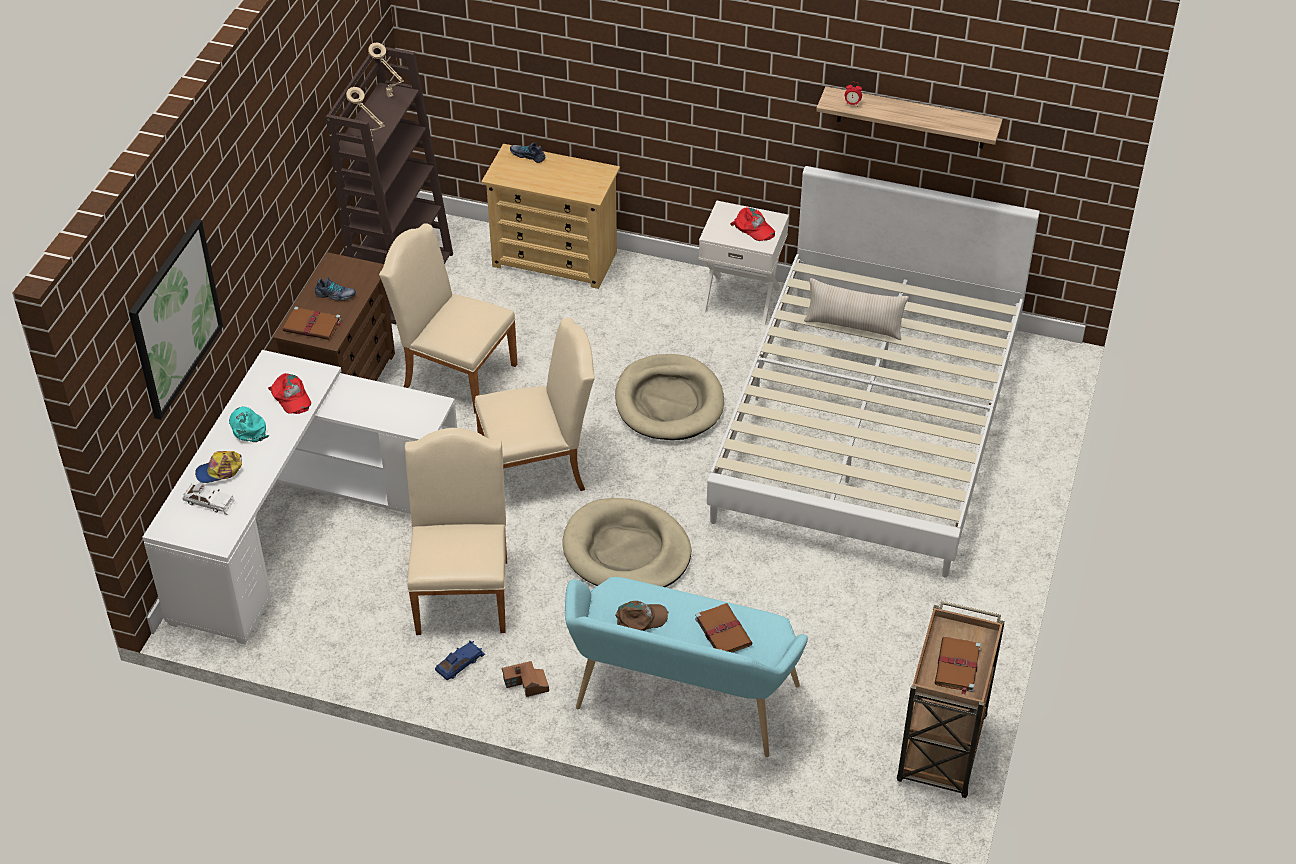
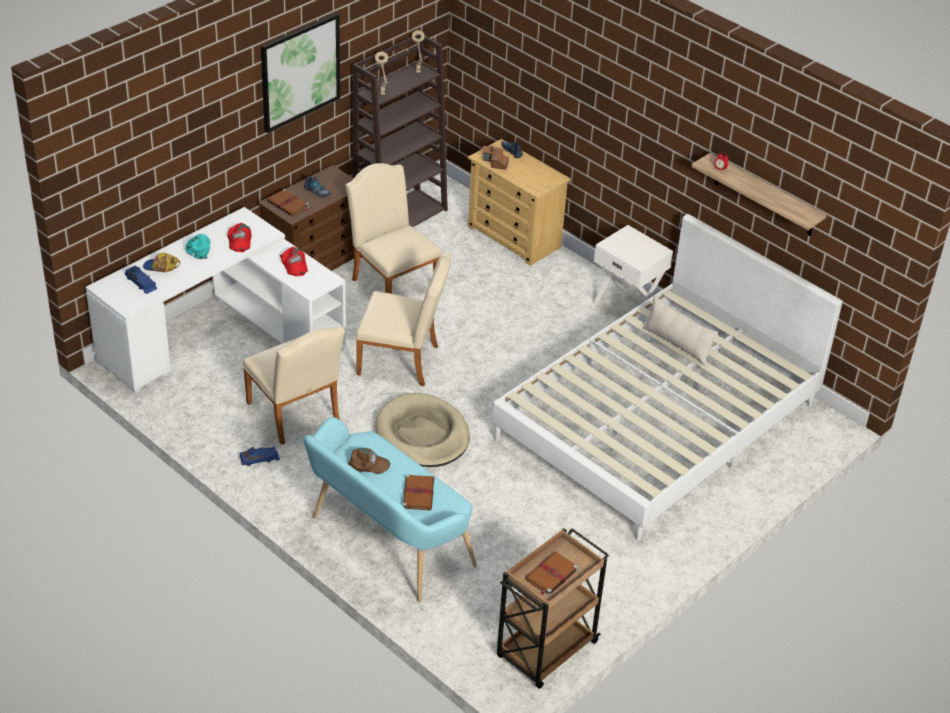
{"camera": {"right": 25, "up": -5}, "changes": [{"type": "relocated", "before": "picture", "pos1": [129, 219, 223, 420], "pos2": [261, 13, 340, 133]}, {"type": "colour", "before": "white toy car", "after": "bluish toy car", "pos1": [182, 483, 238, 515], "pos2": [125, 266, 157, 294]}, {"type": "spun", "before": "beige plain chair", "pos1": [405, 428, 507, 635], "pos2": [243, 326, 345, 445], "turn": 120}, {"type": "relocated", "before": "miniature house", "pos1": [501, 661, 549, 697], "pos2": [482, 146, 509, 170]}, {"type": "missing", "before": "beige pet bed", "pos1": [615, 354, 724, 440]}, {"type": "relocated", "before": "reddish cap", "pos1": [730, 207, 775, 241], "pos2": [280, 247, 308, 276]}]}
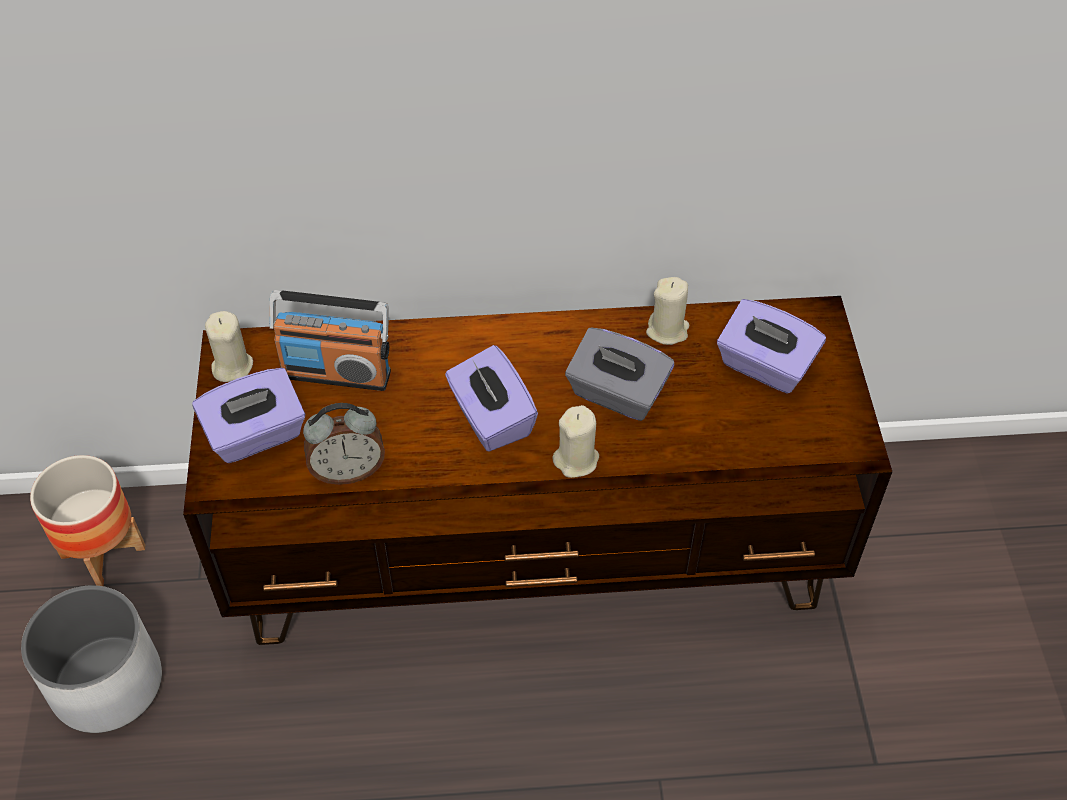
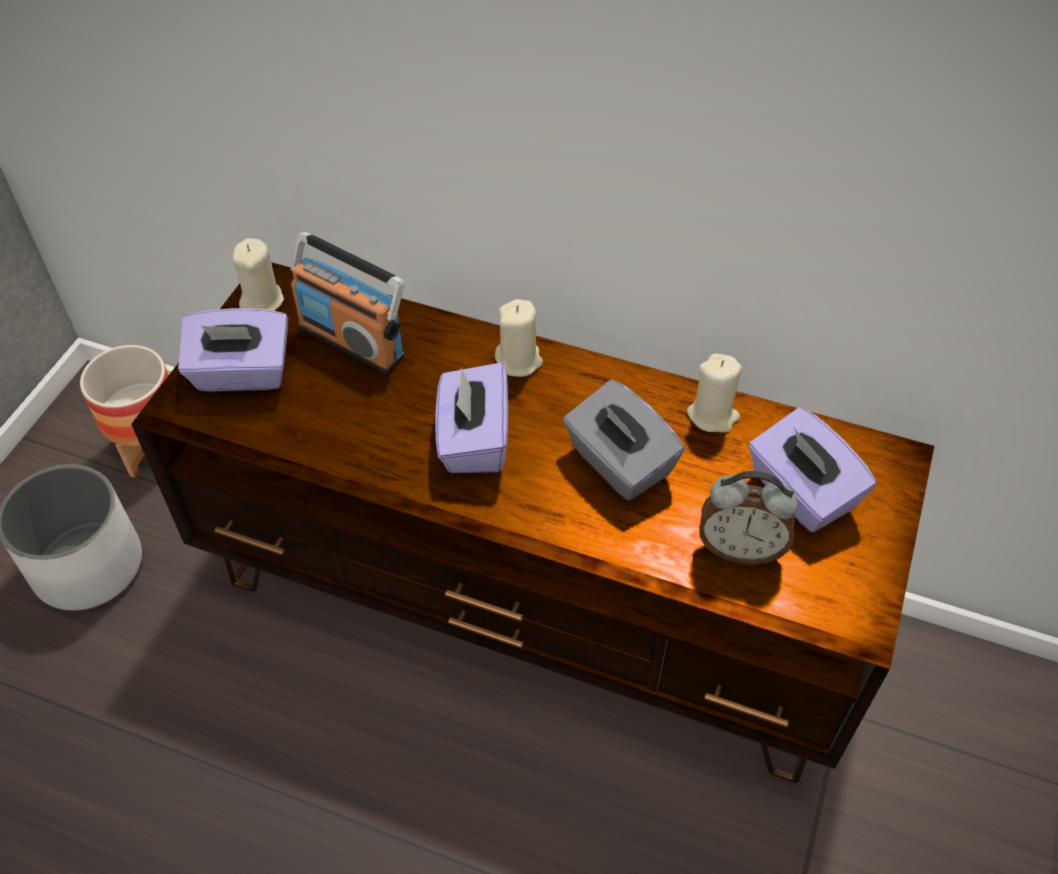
{"camera": {"right": 25, "up": 0}, "changes": [{"type": "relocated", "before": "table clock", "pos1": [303, 403, 385, 485], "pos2": [699, 471, 798, 565]}, {"type": "relocated", "before": "beige candle", "pos1": [552, 405, 599, 478], "pos2": [495, 299, 543, 377]}]}
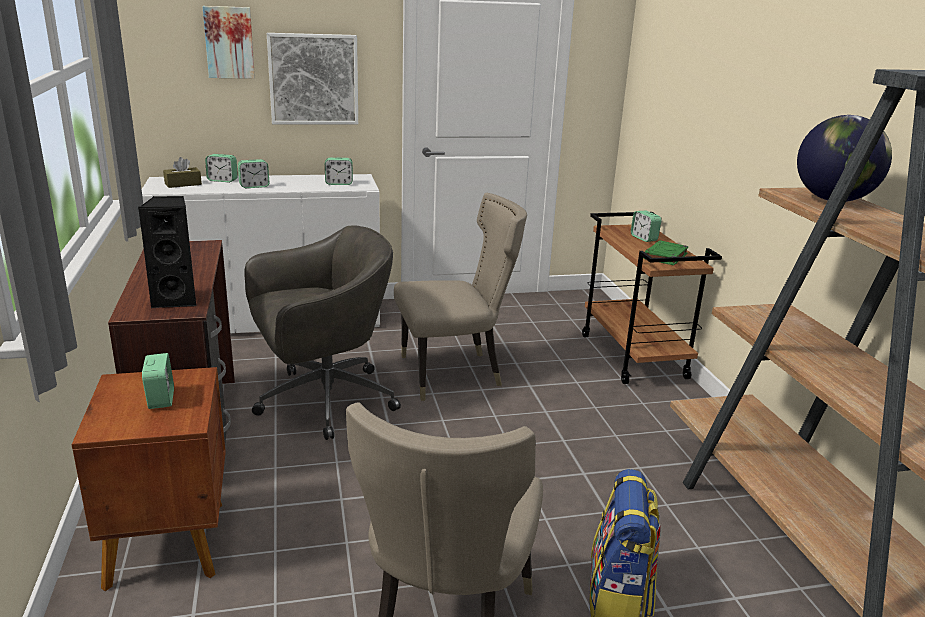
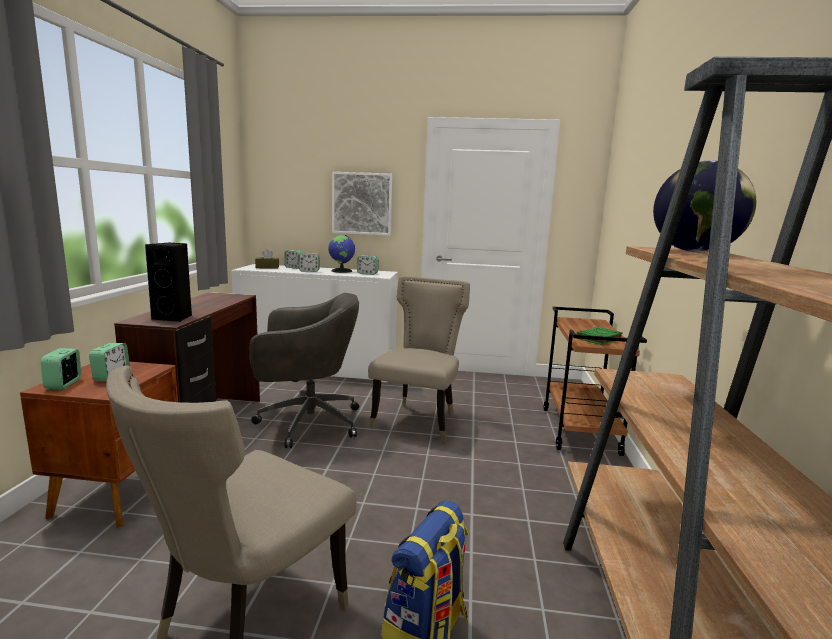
{"camera": {"right": 20, "up": -10}, "changes": [{"type": "missing", "before": "picture", "pos1": [202, 6, 255, 79]}, {"type": "spun", "before": "beige plain chair", "pos1": [394, 193, 527, 401], "pos2": [368, 276, 470, 443], "turn": -75}, {"type": "relocated", "before": "table clock", "pos1": [631, 211, 661, 242], "pos2": [41, 348, 81, 389]}, {"type": "appeared", "after": "globe", "pos2": [328, 235, 355, 273]}]}
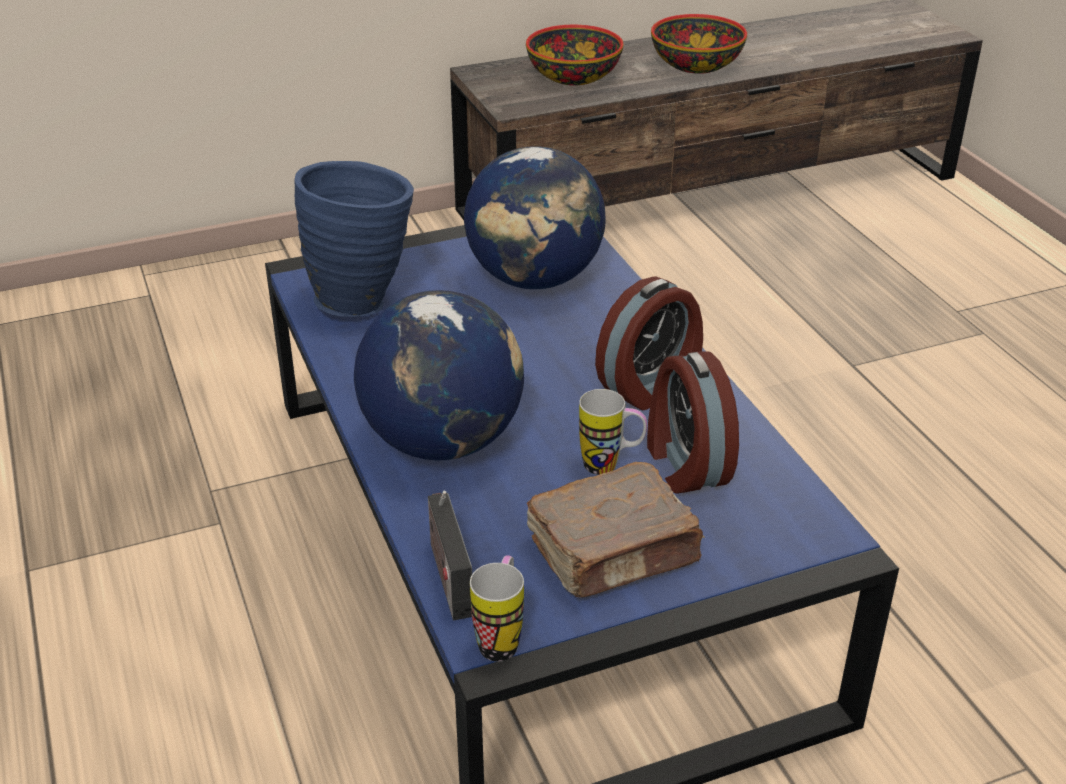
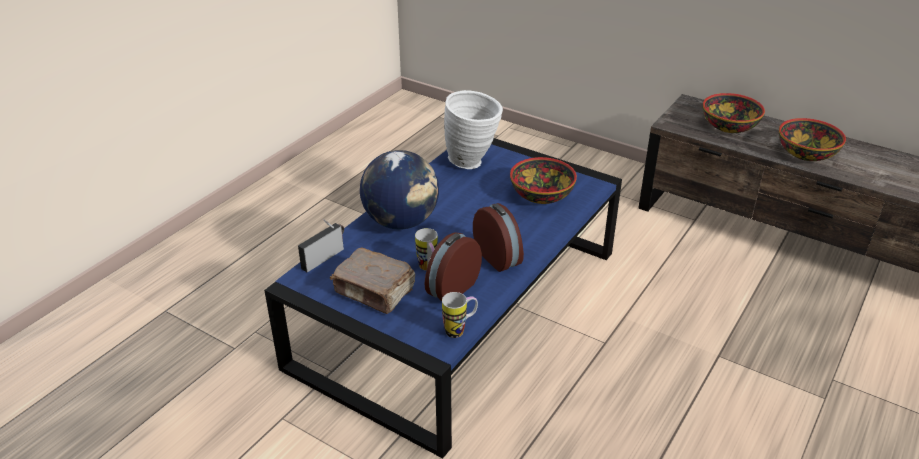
{"camera": {"right": 55, "up": 0}, "changes": [{"type": "colour", "before": "bluish vase", "after": "white vase", "pos1": [294, 161, 414, 317], "pos2": [444, 90, 503, 169]}, {"type": "exchanged", "before": "globe", "after": "serving bowl", "pos1": [464, 146, 606, 289], "pos2": [510, 157, 577, 204]}, {"type": "relocated", "before": "mug", "pos1": [470, 555, 524, 662], "pos2": [442, 292, 478, 338]}, {"type": "spun", "before": "table clock", "pos1": [595, 276, 703, 410], "pos2": [473, 203, 524, 272], "turn": -135}]}
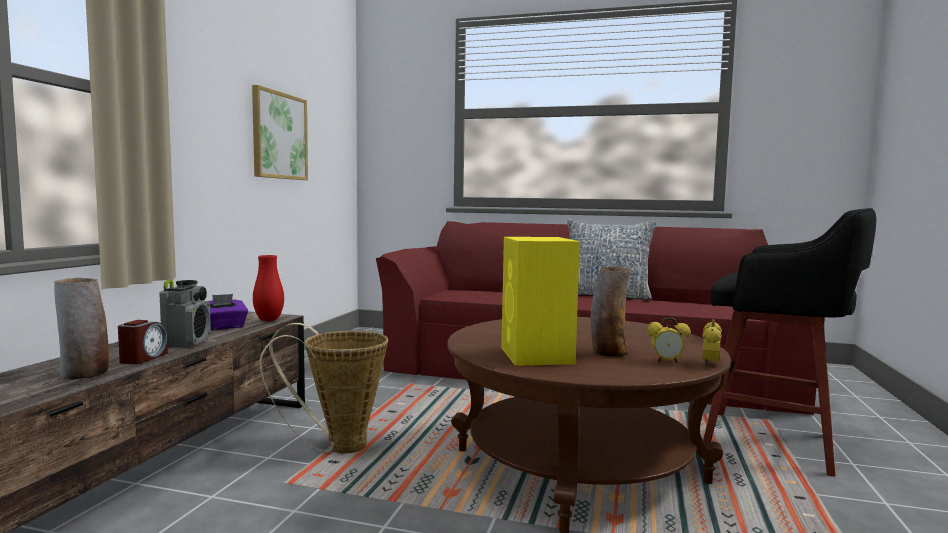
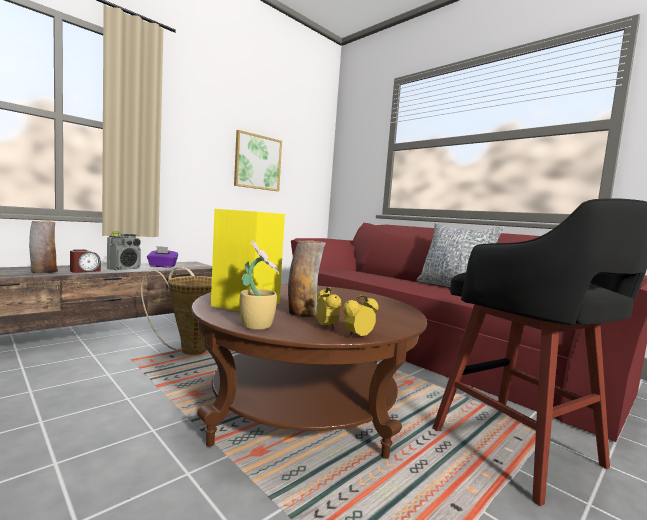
{"camera": {"right": 30, "up": 0}, "changes": [{"type": "missing", "before": "reddish vase", "pos1": [253, 255, 284, 321]}, {"type": "spun", "before": "table clock", "pos1": [647, 318, 691, 363], "pos2": [316, 287, 341, 330], "turn": -150}, {"type": "appeared", "after": "potted plant", "pos2": [239, 240, 279, 330]}]}
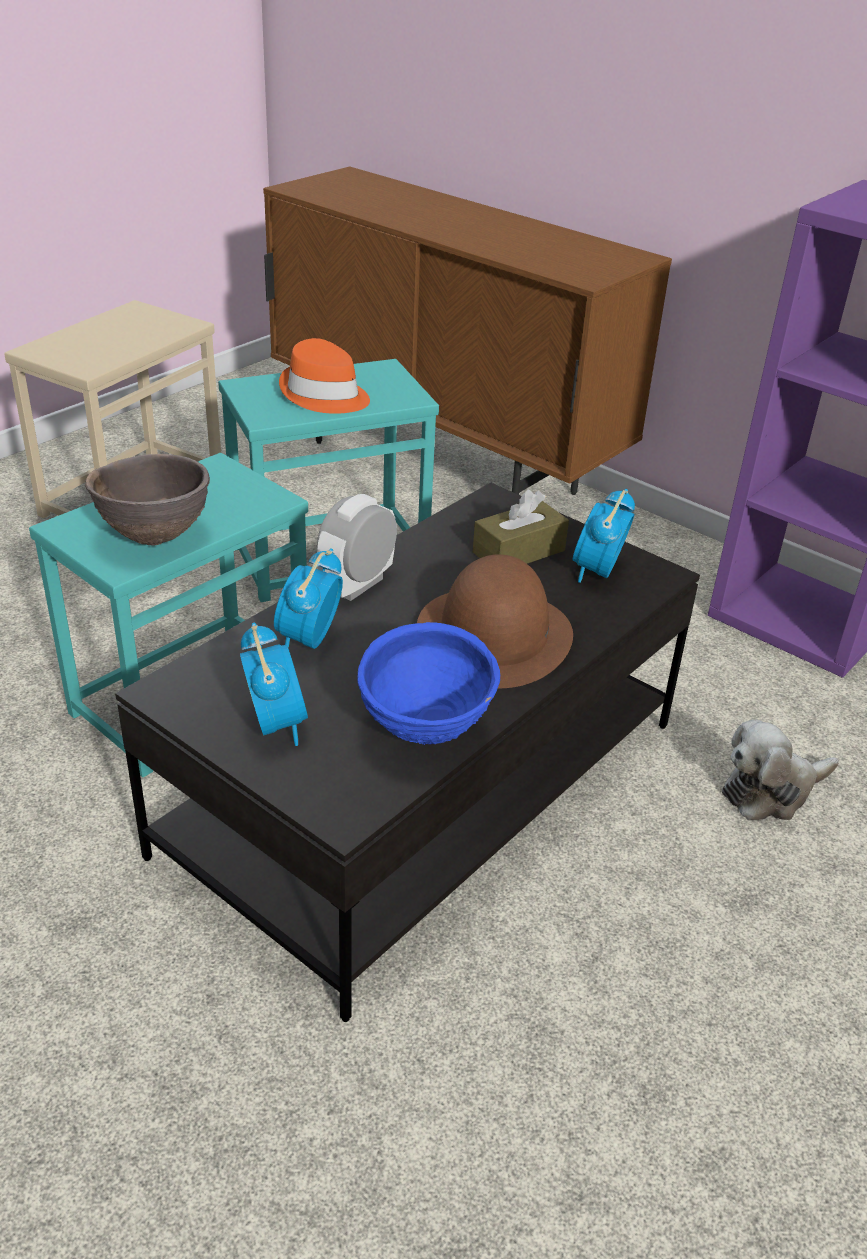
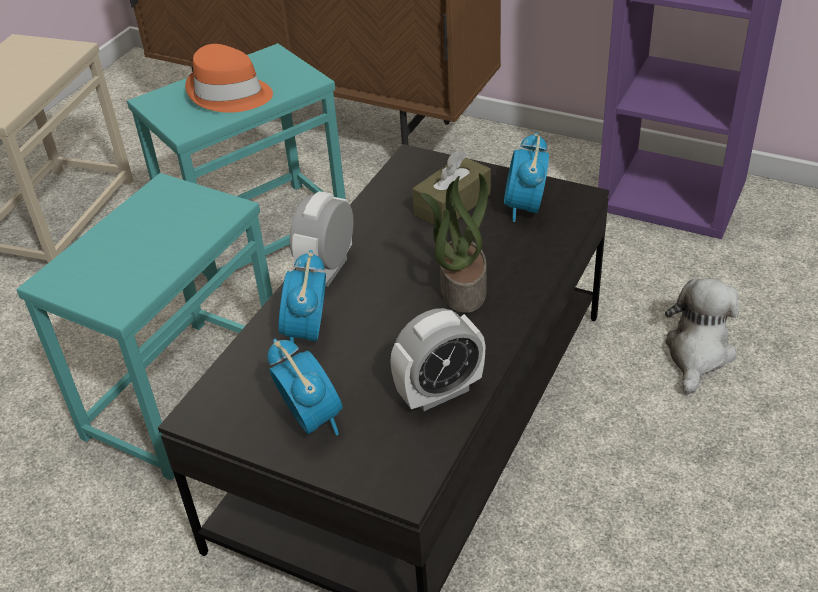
{"camera": {"right": -10, "up": 5}, "changes": [{"type": "missing", "before": "brown serving bowl", "pos1": [85, 454, 210, 545]}, {"type": "exchanged", "before": "bluish serving bowl", "after": "table clock", "pos1": [358, 622, 500, 745], "pos2": [390, 308, 485, 411]}, {"type": "exchanged", "before": "brown hat", "after": "potted plant", "pos1": [417, 554, 573, 688], "pos2": [421, 173, 488, 313]}, {"type": "spun", "before": "plush toy", "pos1": [722, 719, 839, 821], "pos2": [665, 278, 739, 394], "turn": 150}]}
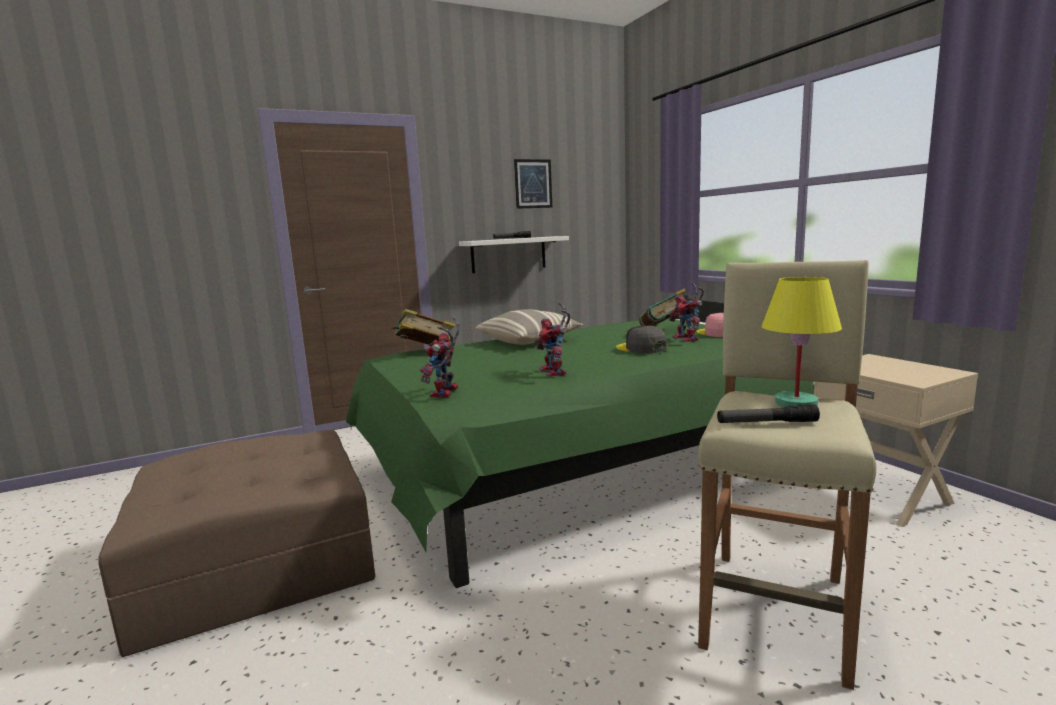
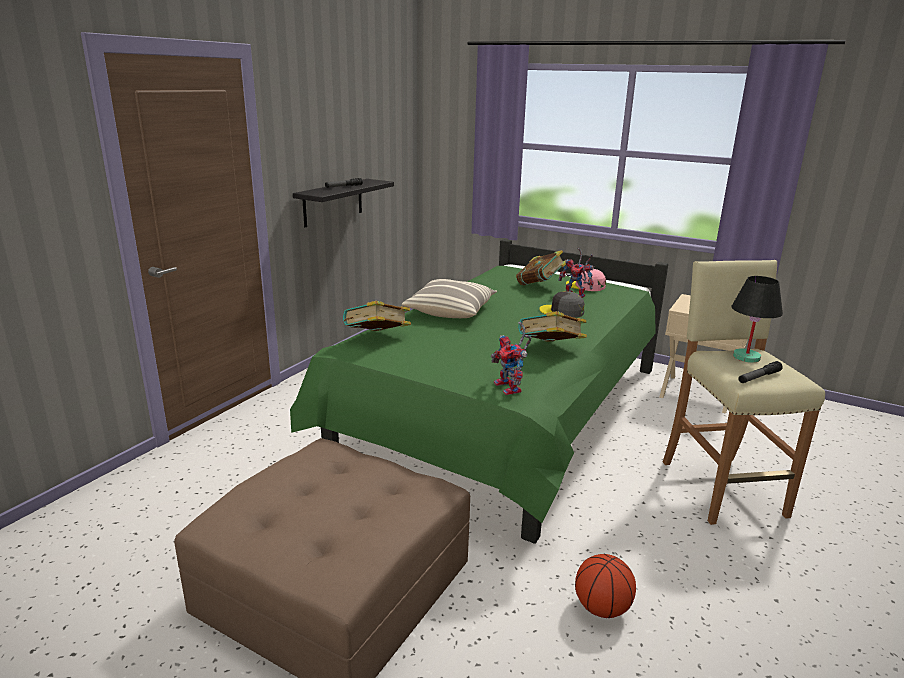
{"camera": {"right": -35, "up": 10}, "changes": [{"type": "colour", "before": "white bracket shelf", "after": "black-coloured bracket shelf", "pos1": [459, 236, 569, 273], "pos2": [293, 179, 394, 227]}, {"type": "missing", "before": "picture", "pos1": [514, 159, 552, 209]}, {"type": "exchanged", "before": "robot figure", "after": "volume", "pos1": [534, 302, 570, 377], "pos2": [518, 311, 587, 342]}, {"type": "colour", "before": "yellowish lamp for a table", "after": "black-coloured lamp for a table", "pos1": [761, 277, 842, 407], "pos2": [731, 276, 783, 363]}, {"type": "appeared", "after": "ball for basketball", "pos2": [575, 554, 636, 618]}]}
